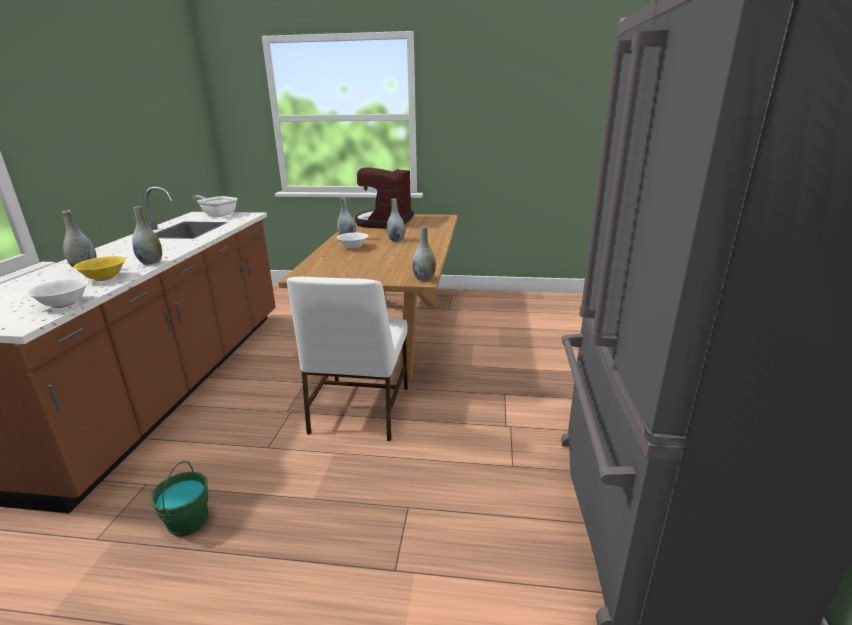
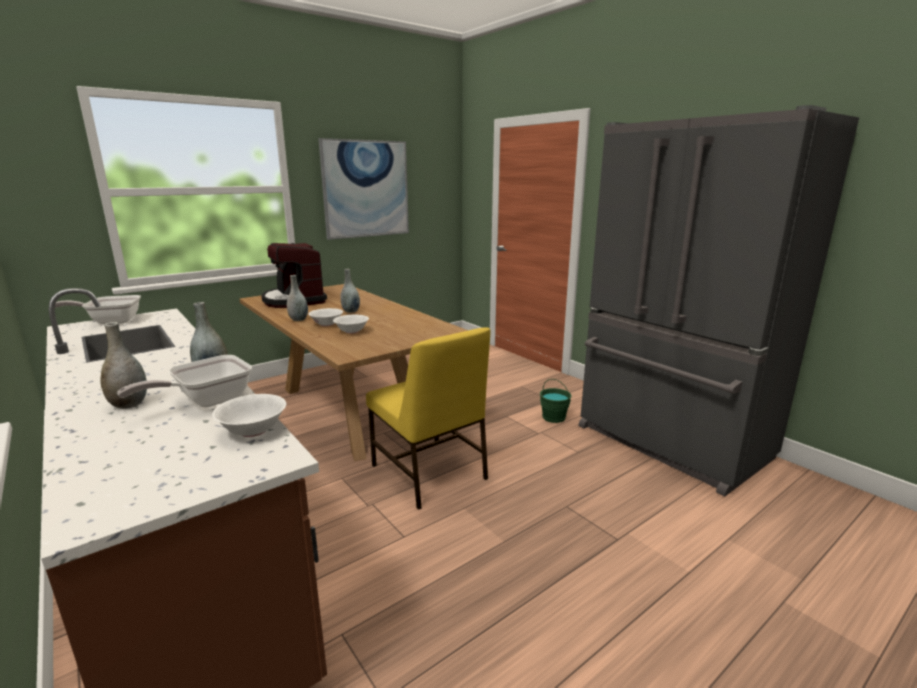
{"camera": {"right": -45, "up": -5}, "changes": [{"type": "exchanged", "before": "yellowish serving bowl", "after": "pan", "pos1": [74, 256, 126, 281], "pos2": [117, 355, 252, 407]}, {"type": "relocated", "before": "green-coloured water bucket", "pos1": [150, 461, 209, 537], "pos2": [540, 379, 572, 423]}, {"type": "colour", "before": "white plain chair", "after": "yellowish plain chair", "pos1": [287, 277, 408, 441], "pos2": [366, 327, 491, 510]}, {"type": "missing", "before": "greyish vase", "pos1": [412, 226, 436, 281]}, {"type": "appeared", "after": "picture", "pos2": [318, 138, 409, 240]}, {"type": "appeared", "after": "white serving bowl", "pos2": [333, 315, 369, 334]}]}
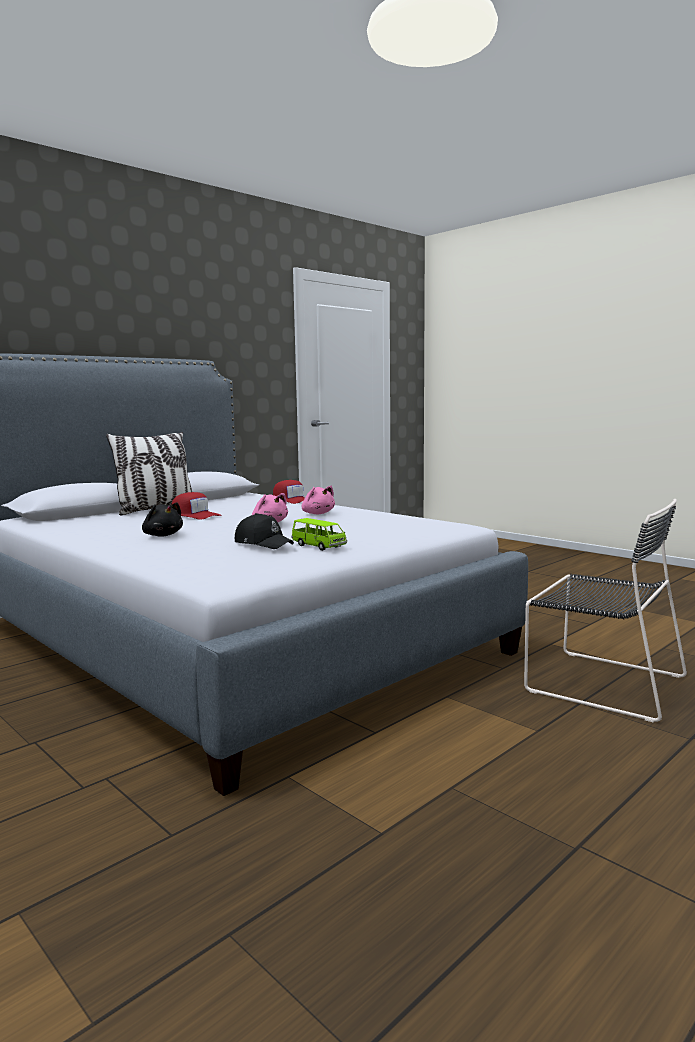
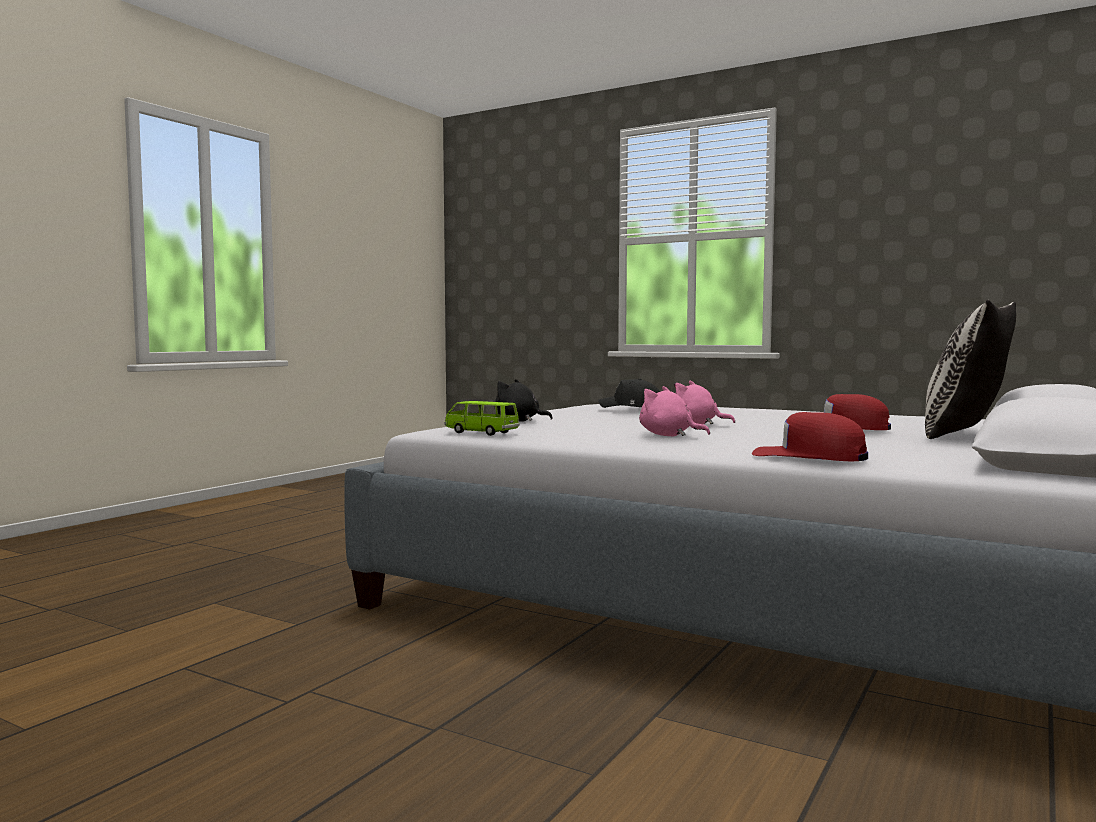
{"camera": {"right": 165, "up": -5}, "changes": [{"type": "relocated", "before": "black-coloured plush toy", "pos1": [142, 502, 183, 537], "pos2": [494, 379, 553, 422]}, {"type": "relocated", "before": "green-coloured toy car", "pos1": [291, 518, 347, 551], "pos2": [444, 401, 520, 436]}, {"type": "missing", "before": "black-coloured plain chair", "pos1": [524, 499, 687, 722]}]}
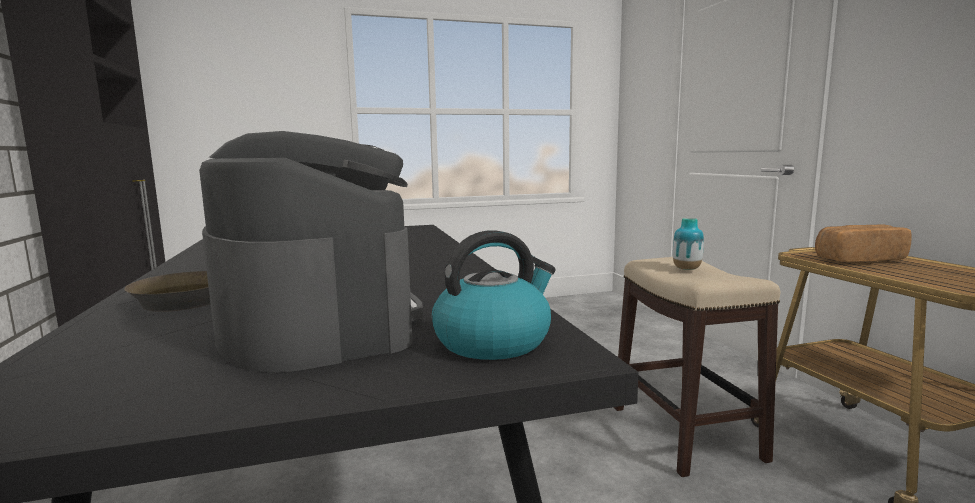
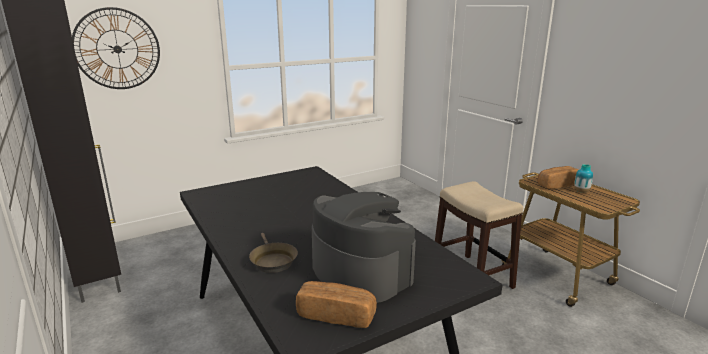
{"camera": {"right": -15, "up": 10}, "changes": [{"type": "missing", "before": "water kettle", "pos1": [432, 230, 556, 360]}, {"type": "relocated", "before": "vase", "pos1": [673, 218, 704, 270], "pos2": [574, 164, 593, 193]}, {"type": "appeared", "after": "hanging clock", "pos2": [72, 7, 160, 89]}, {"type": "appeared", "after": "baked bread", "pos2": [296, 281, 377, 328]}]}
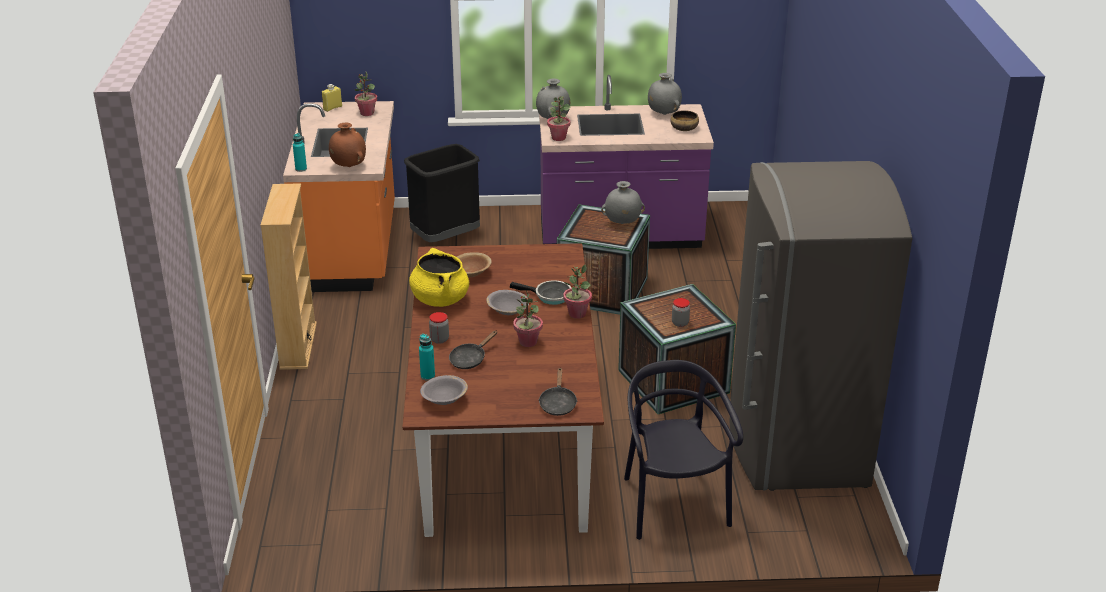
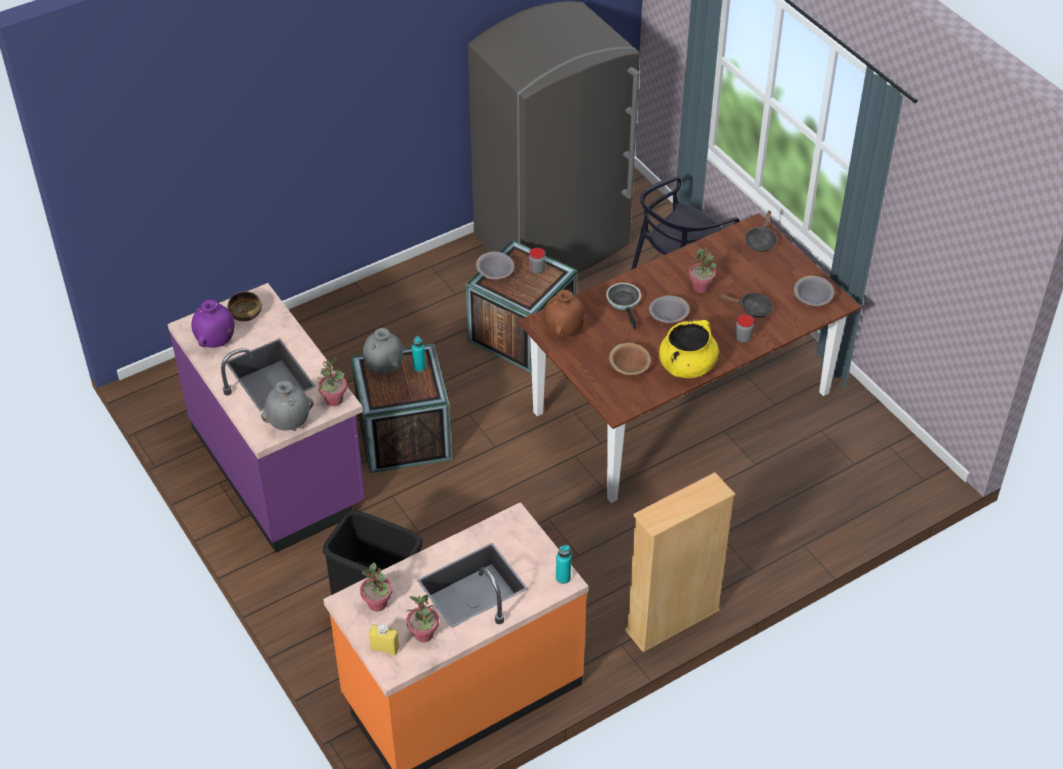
{"camera": {"right": -120, "up": 15}, "changes": [{"type": "relocated", "before": "brown vase", "pos1": [329, 123, 366, 167], "pos2": [543, 290, 585, 337]}, {"type": "relocated", "before": "turquoise drink bottle", "pos1": [419, 334, 435, 380], "pos2": [412, 336, 426, 372]}, {"type": "spun", "before": "black-coloured pan", "pos1": [538, 367, 577, 416], "pos2": [745, 210, 777, 252], "turn": 135}, {"type": "relocated", "before": "potted plant", "pos1": [563, 265, 592, 319], "pos2": [407, 595, 439, 642]}, {"type": "colour", "before": "greyish vase", "after": "purplish vase", "pos1": [648, 73, 682, 115], "pos2": [192, 299, 235, 348]}, {"type": "appeared", "after": "greyish serving bowl", "pos2": [476, 252, 514, 279]}]}
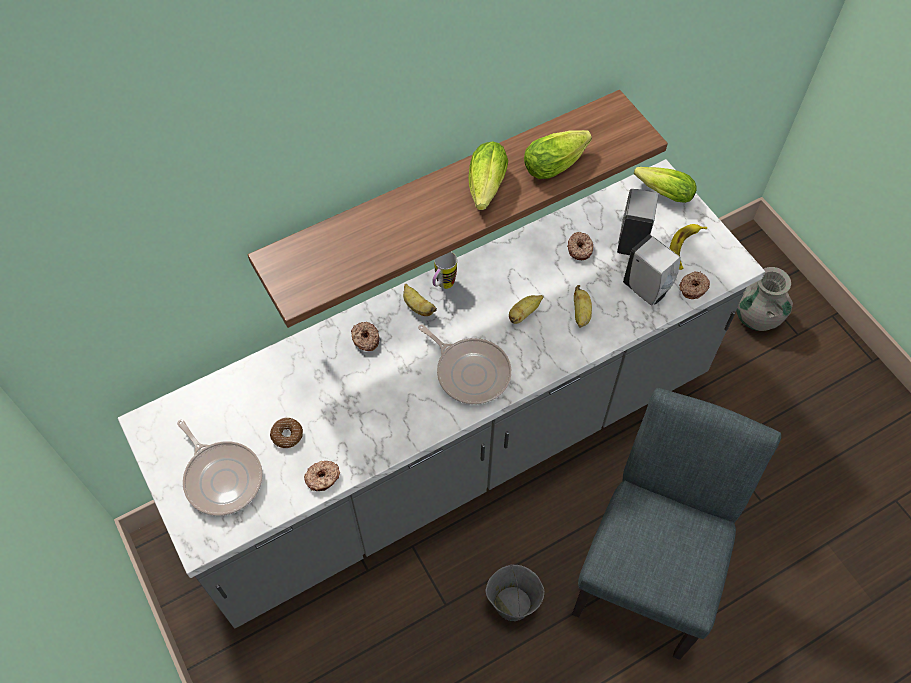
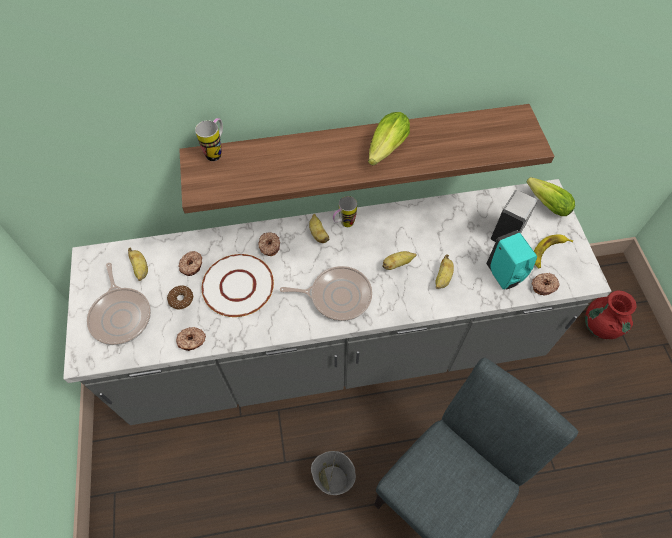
{"camera": {"right": 20, "up": 0}, "changes": [{"type": "spun", "before": "pan", "pos1": [418, 324, 511, 405], "pos2": [280, 266, 372, 321], "turn": -60}, {"type": "missing", "before": "lettuce", "pos1": [524, 130, 592, 179]}, {"type": "relocated", "before": "ring doughnut", "pos1": [567, 232, 593, 260], "pos2": [178, 251, 202, 276]}, {"type": "colour", "before": "white soap dispenser", "after": "turquoise soap dispenser", "pos1": [623, 234, 681, 306], "pos2": [486, 230, 537, 289]}, {"type": "colour", "before": "greyish vase", "after": "reddish vase", "pos1": [736, 267, 793, 331], "pos2": [585, 291, 636, 339]}, {"type": "appeared", "after": "banana fruit", "pos2": [128, 248, 148, 281]}, {"type": "appeared", "after": "mug", "pos2": [195, 118, 223, 161]}, {"type": "appeared", "after": "white plate", "pos2": [202, 254, 274, 317]}]}
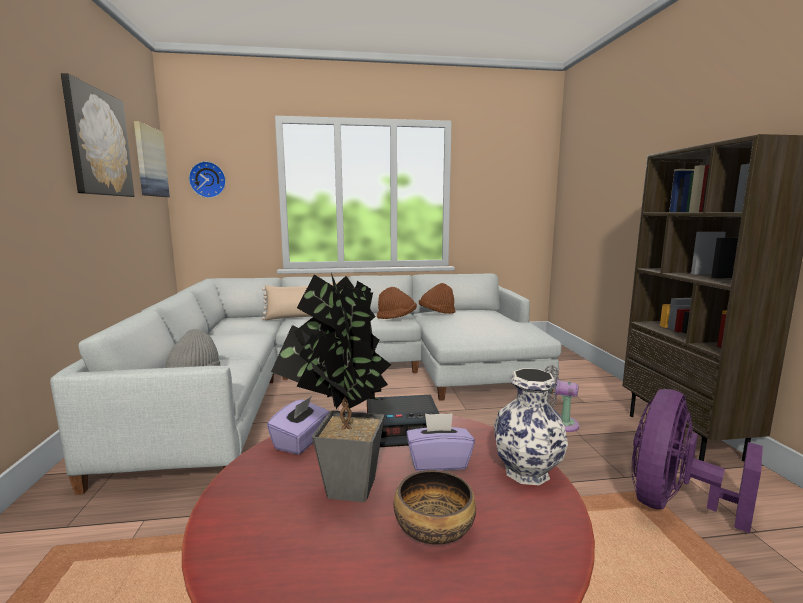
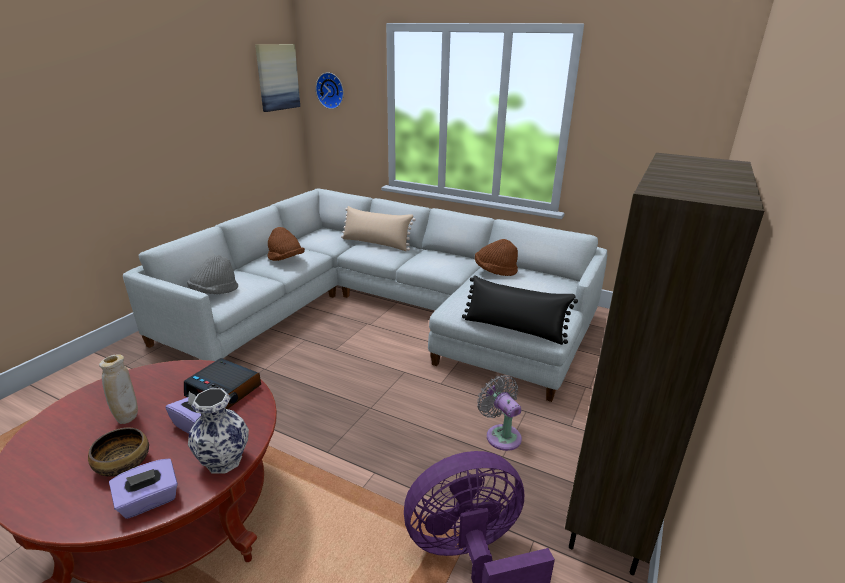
{"camera": {"right": 35, "up": 15}, "changes": [{"type": "missing", "before": "picture", "pos1": [61, 73, 135, 197]}, {"type": "relocated", "before": "purplish box of tissues", "pos1": [267, 396, 329, 455], "pos2": [109, 458, 178, 519]}, {"type": "exchanged", "before": "potted plant", "after": "beige vase", "pos1": [271, 273, 391, 502], "pos2": [99, 354, 138, 424]}, {"type": "relocated", "before": "brown hat", "pos1": [377, 287, 417, 319], "pos2": [268, 227, 305, 261]}, {"type": "appeared", "after": "black-coloured pillow", "pos2": [462, 275, 578, 345]}]}
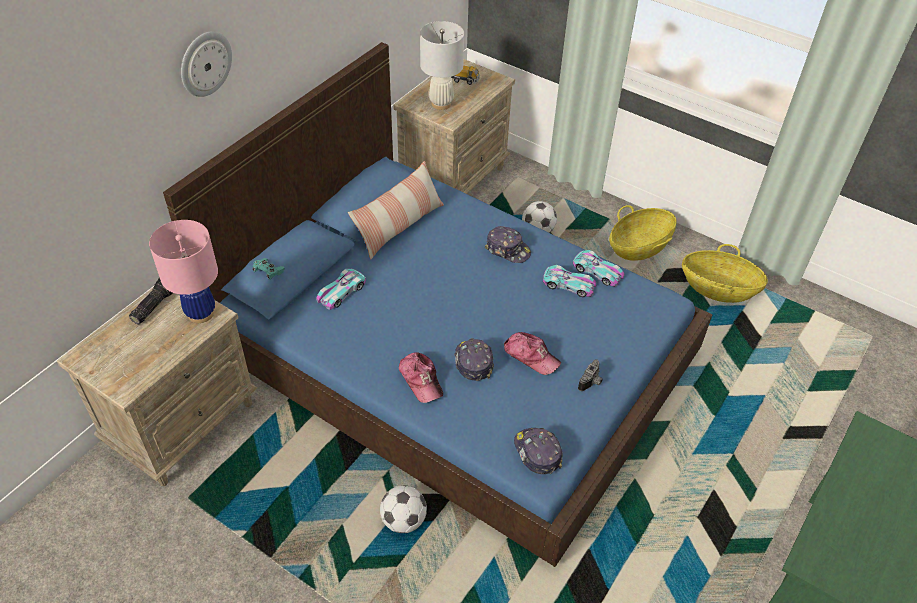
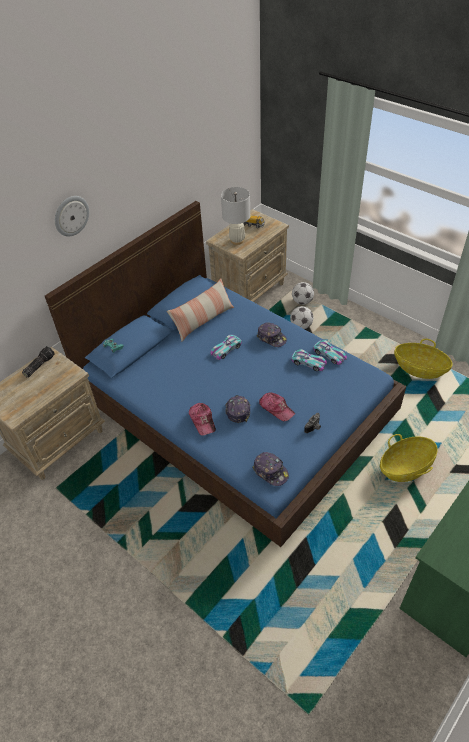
{"camera": {"right": 10, "up": 0}, "changes": [{"type": "missing", "before": "pink-coloured lamp for a table", "pos1": [149, 220, 218, 323]}, {"type": "relocated", "before": "toy car", "pos1": [316, 269, 366, 310], "pos2": [210, 335, 242, 360]}, {"type": "relocated", "before": "ball for football", "pos1": [380, 485, 427, 533], "pos2": [292, 282, 314, 305]}, {"type": "spun", "before": "cap", "pos1": [514, 428, 563, 474], "pos2": [253, 452, 289, 486], "turn": 150}, {"type": "relocated", "before": "basket", "pos1": [609, 205, 677, 261], "pos2": [380, 434, 438, 482]}]}
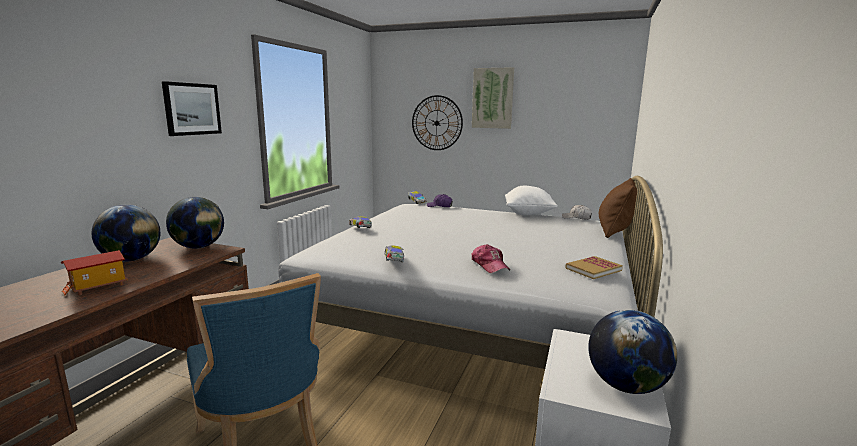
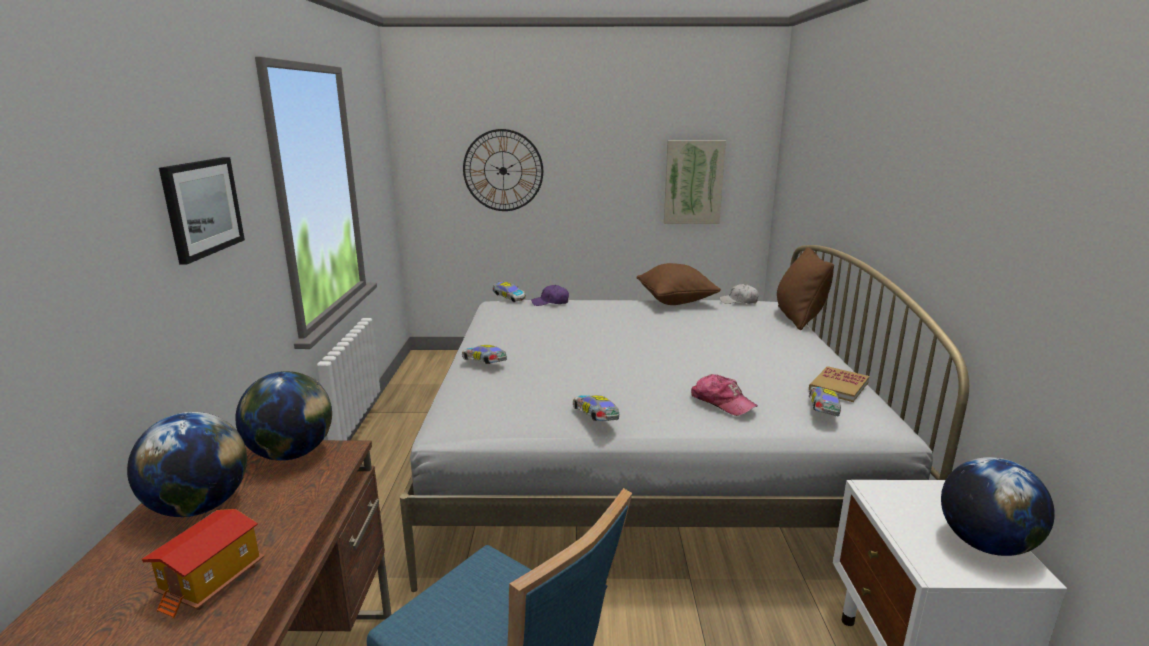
{"camera": {"right": -20, "up": 5}, "changes": [{"type": "relocated", "before": "picture", "pos1": [472, 67, 514, 129], "pos2": [664, 140, 726, 224]}, {"type": "colour", "before": "white pillow", "after": "brown pillow", "pos1": [505, 186, 558, 215], "pos2": [636, 263, 721, 305]}, {"type": "appeared", "after": "toy car", "pos2": [809, 387, 841, 416]}]}
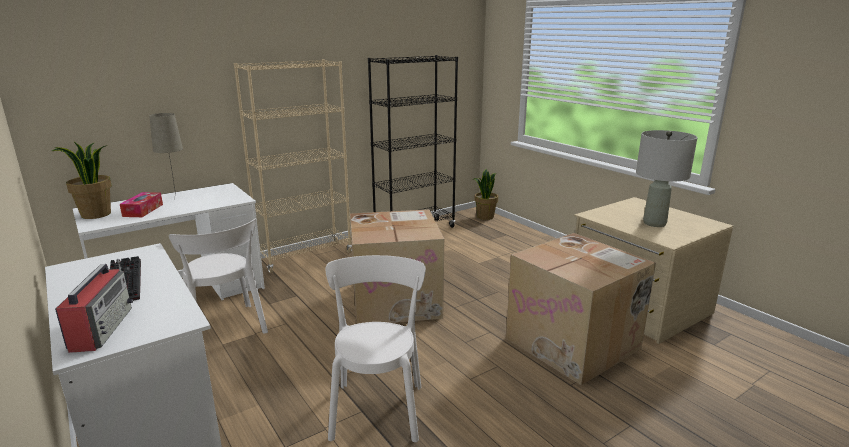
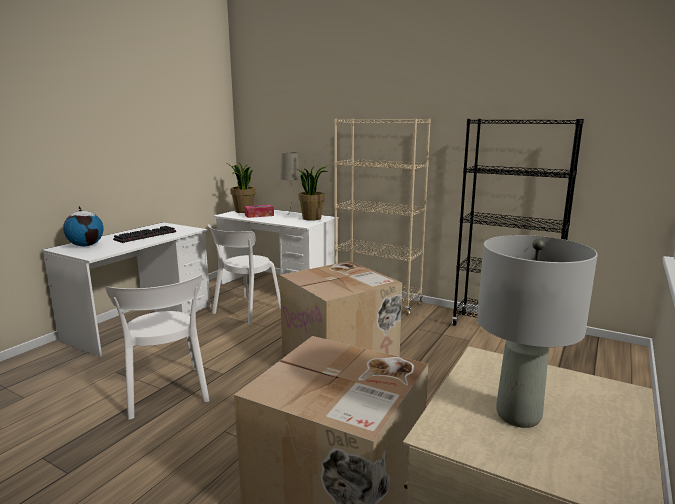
{"camera": {"right": 65, "up": -5}, "changes": [{"type": "exchanged", "before": "radio set", "after": "globe", "pos1": [55, 259, 133, 353], "pos2": [63, 206, 104, 246]}, {"type": "spun", "before": "white plain chair", "pos1": [326, 255, 426, 442], "pos2": [106, 275, 210, 420], "turn": 90}, {"type": "relocated", "before": "potted plant", "pos1": [472, 169, 498, 220], "pos2": [296, 165, 327, 221]}]}
